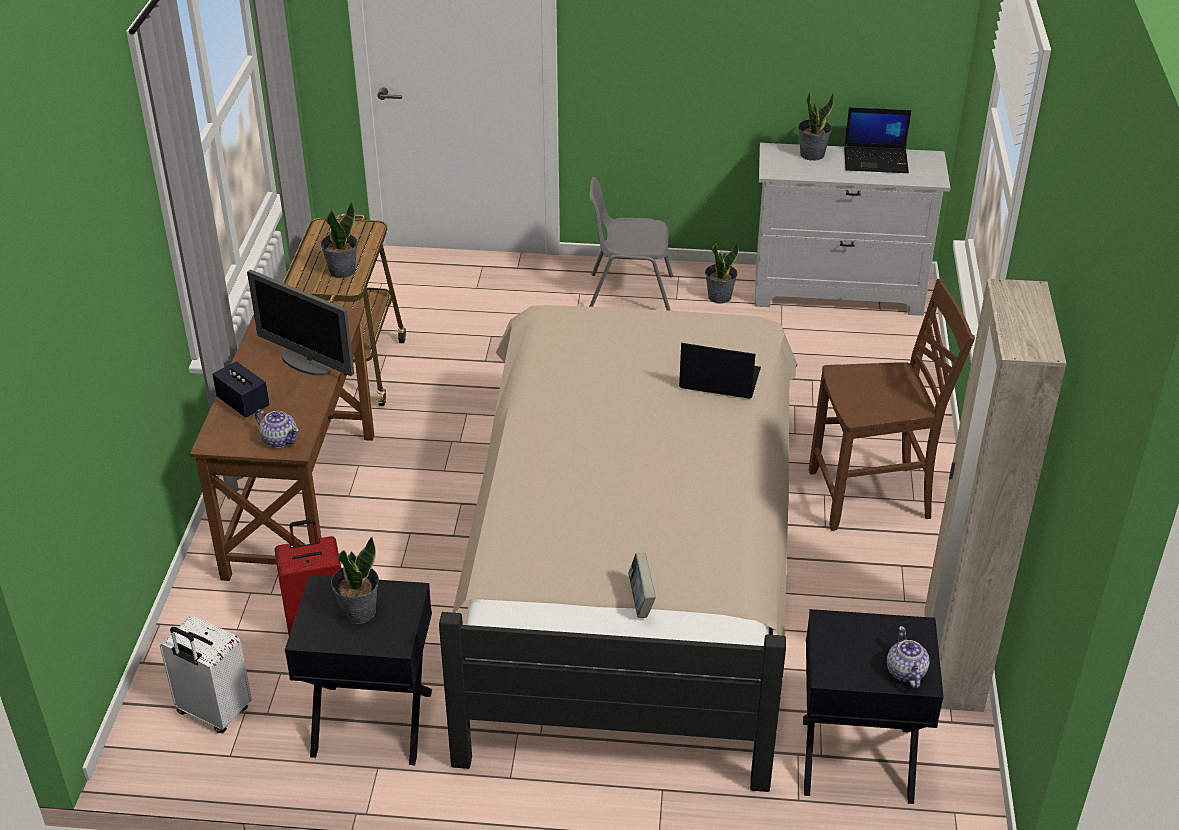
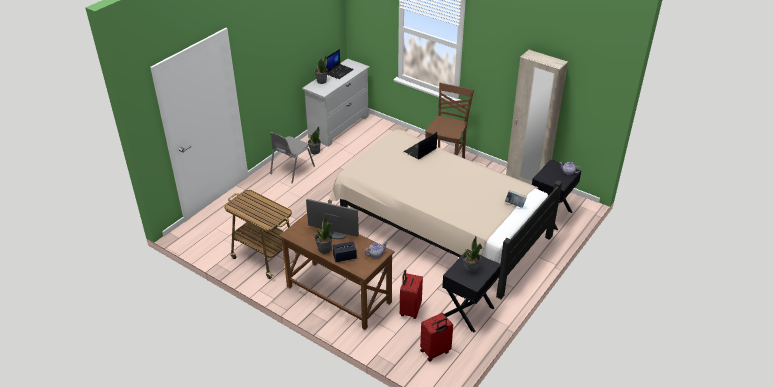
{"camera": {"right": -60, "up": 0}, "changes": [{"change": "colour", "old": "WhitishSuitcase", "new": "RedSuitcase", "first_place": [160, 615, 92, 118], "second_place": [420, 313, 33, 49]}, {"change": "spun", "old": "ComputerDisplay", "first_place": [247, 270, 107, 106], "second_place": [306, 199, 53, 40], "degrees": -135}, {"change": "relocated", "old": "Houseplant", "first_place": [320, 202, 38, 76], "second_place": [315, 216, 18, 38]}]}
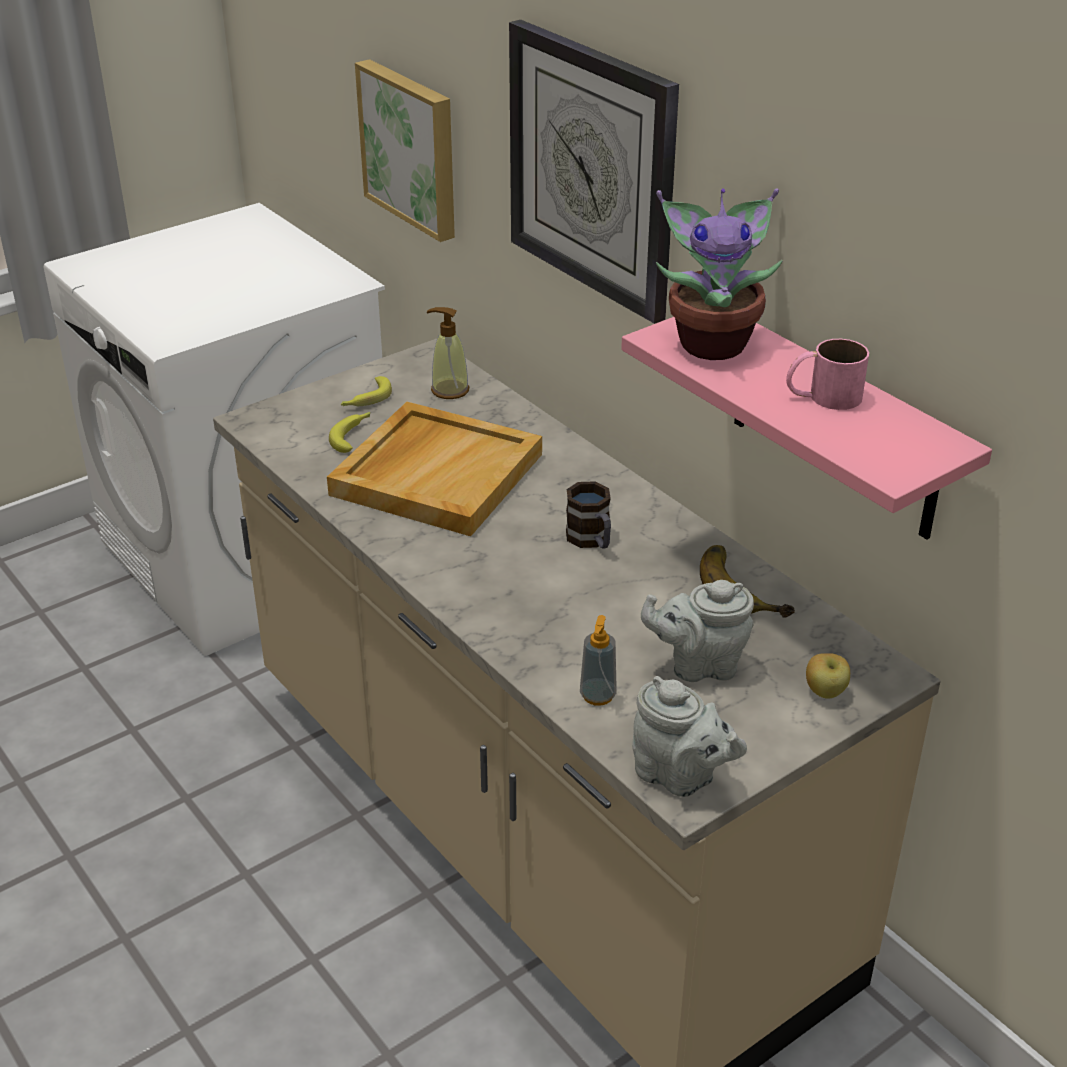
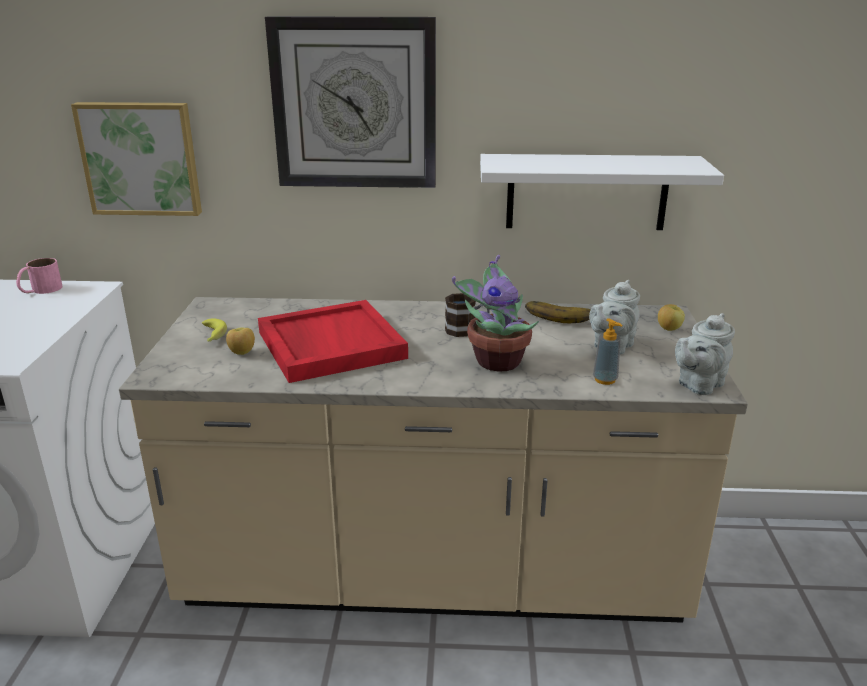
{"camera": {"right": -50, "up": -10}, "changes": [{"change": "colour", "old": "BeigeServingTray", "new": "RedServingTray", "first_place": [327, 402, 215, 134], "second_place": [258, 300, 150, 83]}, {"change": "exchanged", "old": "WholeBanana", "new": "AppleFruit", "first_place": [329, 412, 41, 41], "second_place": [226, 327, 29, 28]}, {"change": "missing", "old": "SoapBottle", "first_place": [427, 307, 42, 92]}, {"change": "colour", "old": "PinkBracketShelf", "new": "WhitishBracketShelf", "first_place": [621, 317, 371, 222], "second_place": [480, 154, 244, 76]}, {"change": "spun", "old": "GrayTeapot", "first_place": [632, 676, 115, 121], "second_place": [675, 313, 60, 82], "degrees": 150}, {"change": "relocated", "old": "Houseplant", "first_place": [656, 188, 127, 172], "second_place": [452, 255, 87, 117]}, {"change": "relocated", "old": "PinkMug", "first_place": [786, 339, 83, 71], "second_place": [16, 258, 47, 36]}]}
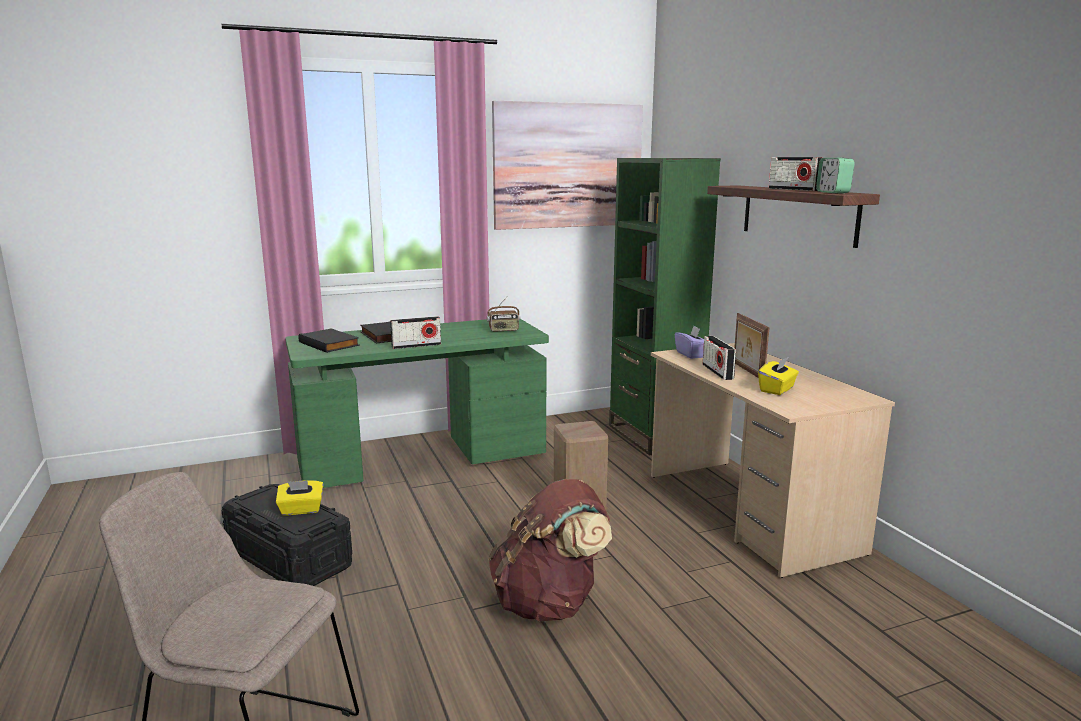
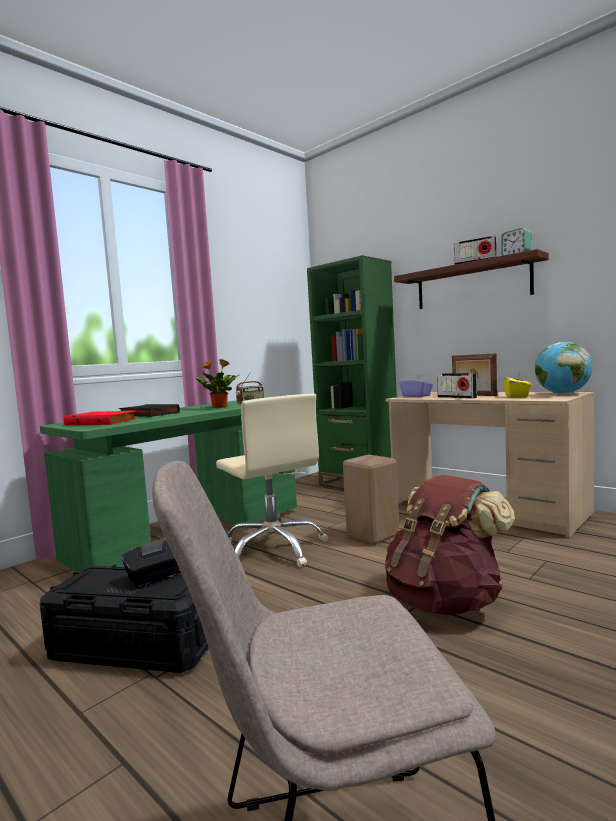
{"camera": {"right": -25, "up": -10}, "changes": [{"change": "colour", "old": "YellowColouredTissueBox", "new": "BlackishTissueBox", "first_place": [276, 480, 48, 36], "second_place": [122, 538, 57, 49]}, {"change": "colour", "old": "BlackishBook", "new": "RedBook", "first_place": [298, 328, 62, 25], "second_place": [64, 411, 73, 14]}, {"change": "missing", "old": "RadioSet", "first_place": [390, 316, 51, 33]}, {"change": "missing", "old": "WallPicture", "first_place": [492, 101, 151, 129]}, {"change": "appeared", "new": "Houseplant", "second_place": [195, 359, 44, 49]}, {"change": "appeared", "new": "BeigeComputerChair", "second_place": [216, 394, 112, 173]}, {"change": "appeared", "new": "WorldGlobe", "second_place": [535, 342, 58, 52]}]}
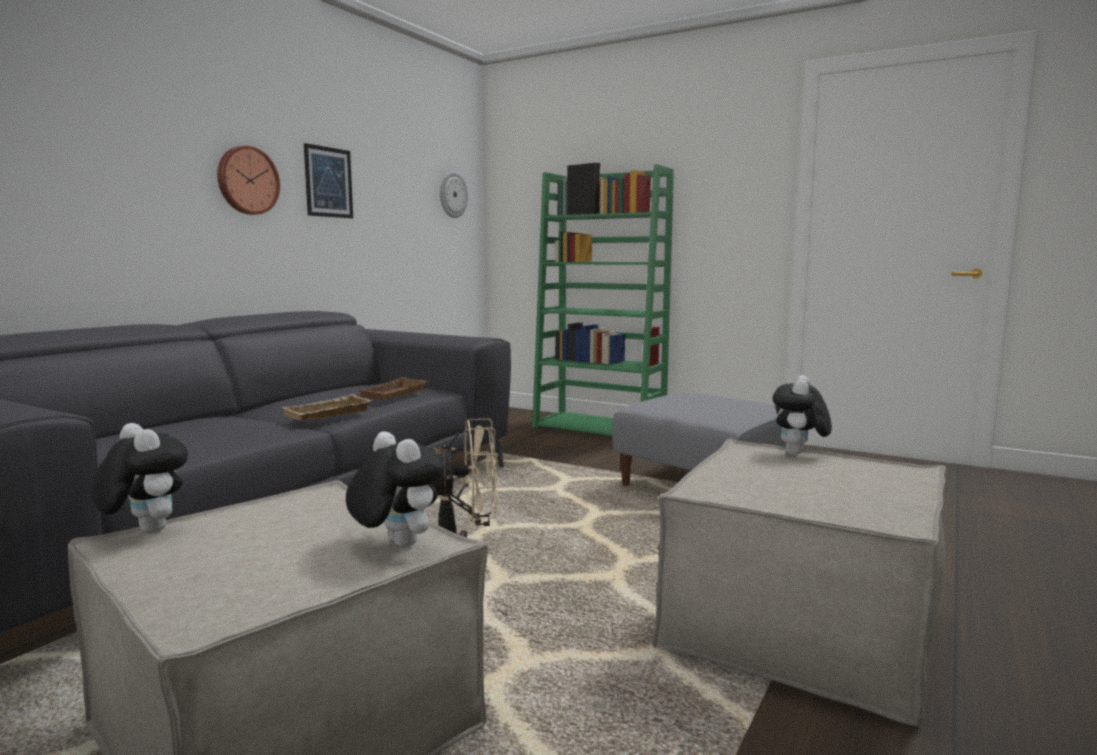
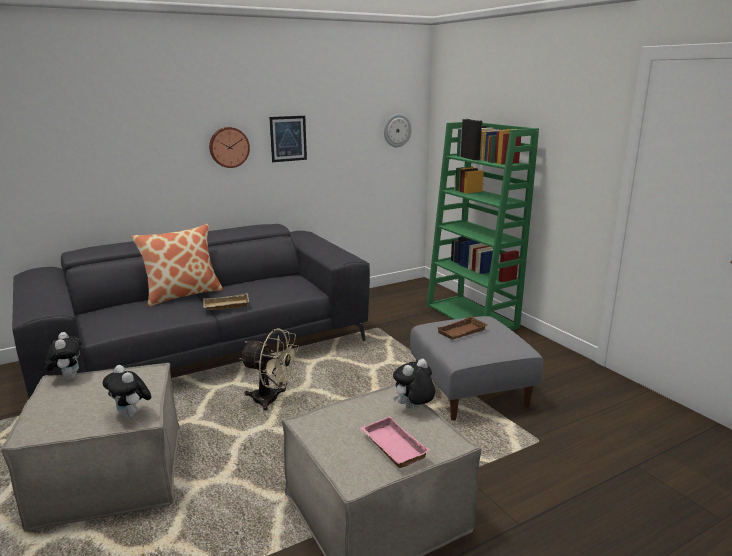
{"camera": {"right": 30, "up": 10}, "changes": [{"change": "spun", "old": "CuddlyToy", "first_place": [346, 431, 99, 117], "second_place": [103, 365, 48, 54], "degrees": 150}, {"change": "relocated", "old": "BrownServingTray", "first_place": [357, 377, 72, 23], "second_place": [436, 316, 52, 23]}, {"change": "appeared", "new": "Pillow", "second_place": [131, 224, 92, 83]}, {"change": "appeared", "new": "PinkServingTray", "second_place": [360, 416, 70, 52]}]}
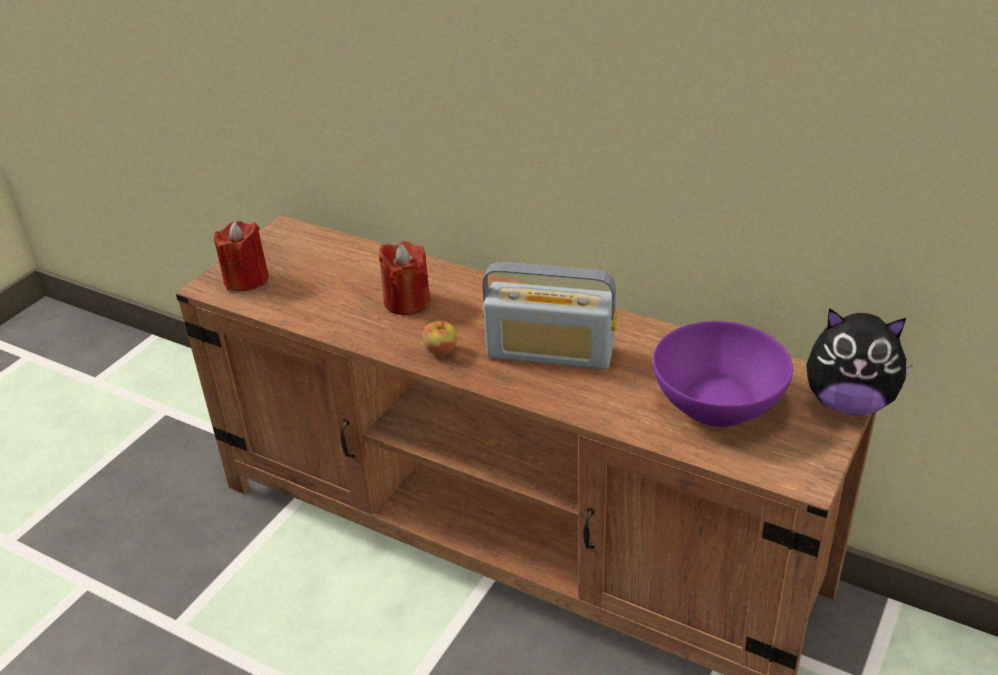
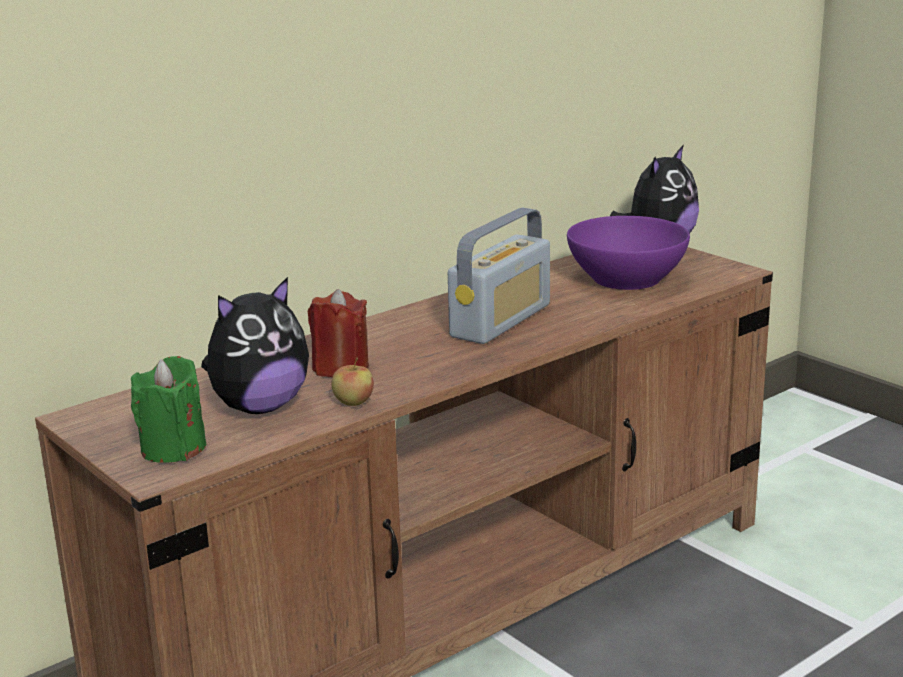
{"camera": {"right": -70, "up": -15}, "changes": [{"change": "colour", "old": "RedWaxLight", "new": "GreenWaxLight", "first_place": [214, 221, 55, 70], "second_place": [131, 356, 75, 107]}, {"change": "relocated", "old": "AppleFruit", "first_place": [423, 321, 34, 34], "second_place": [331, 357, 43, 49]}, {"change": "appeared", "new": "CuddlyToy", "second_place": [201, 277, 108, 137]}]}
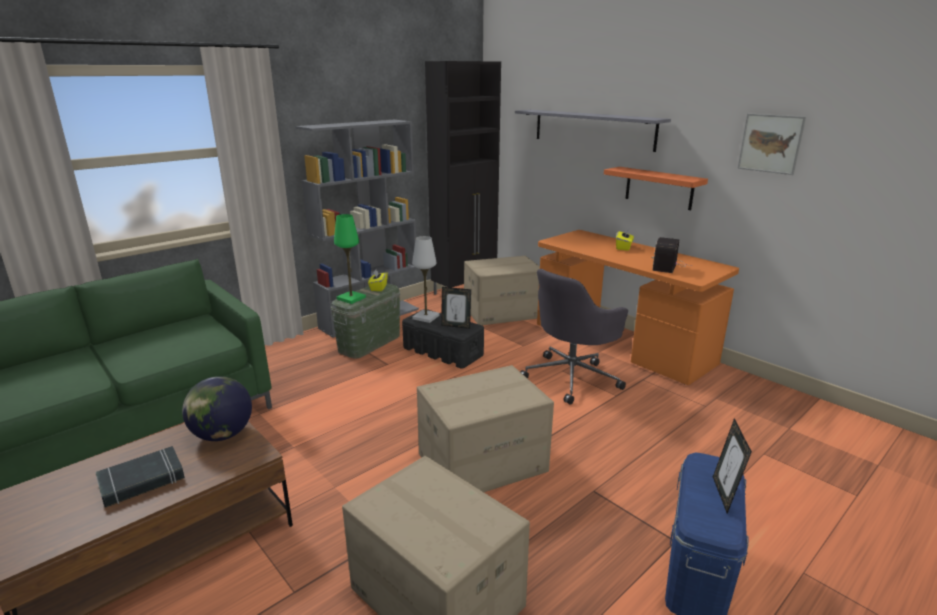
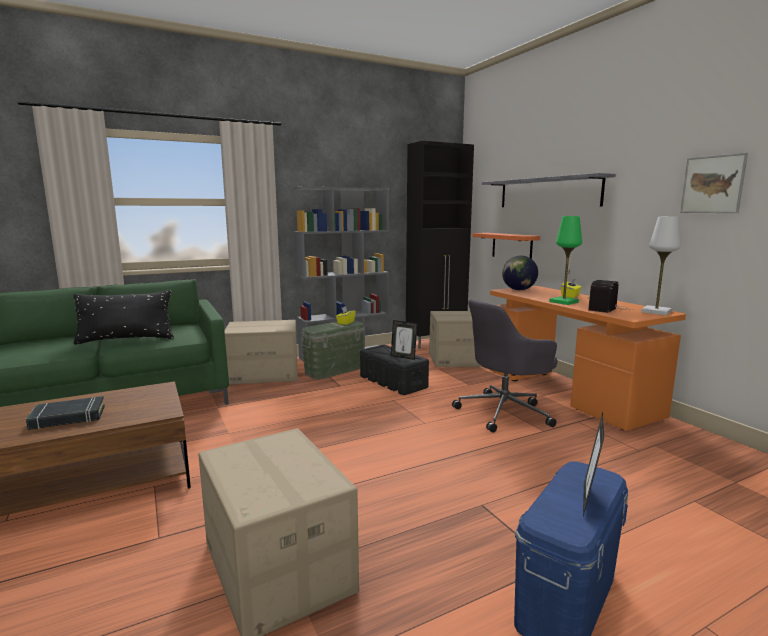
{"camera": {"right": 15, "up": -10}, "changes": [{"change": "relocated", "old": "WorldGlobe", "first_place": [182, 376, 70, 65], "second_place": [502, 255, 36, 35]}, {"change": "relocated", "old": "GreenTabletopLamp", "first_place": [334, 214, 32, 90], "second_place": [549, 216, 33, 89]}, {"change": "relocated", "old": "WhitishTabletopLamp", "first_place": [412, 236, 27, 87], "second_place": [641, 217, 40, 98]}, {"change": "relocated", "old": "CardboardBox", "first_place": [417, 365, 137, 127], "second_place": [224, 320, 73, 65]}, {"change": "relocated", "old": "OrangeyBracketShelf", "first_place": [604, 167, 104, 43], "second_place": [473, 233, 67, 26]}, {"change": "appeared", "new": "BlackishPillow", "second_place": [73, 290, 101, 55]}]}
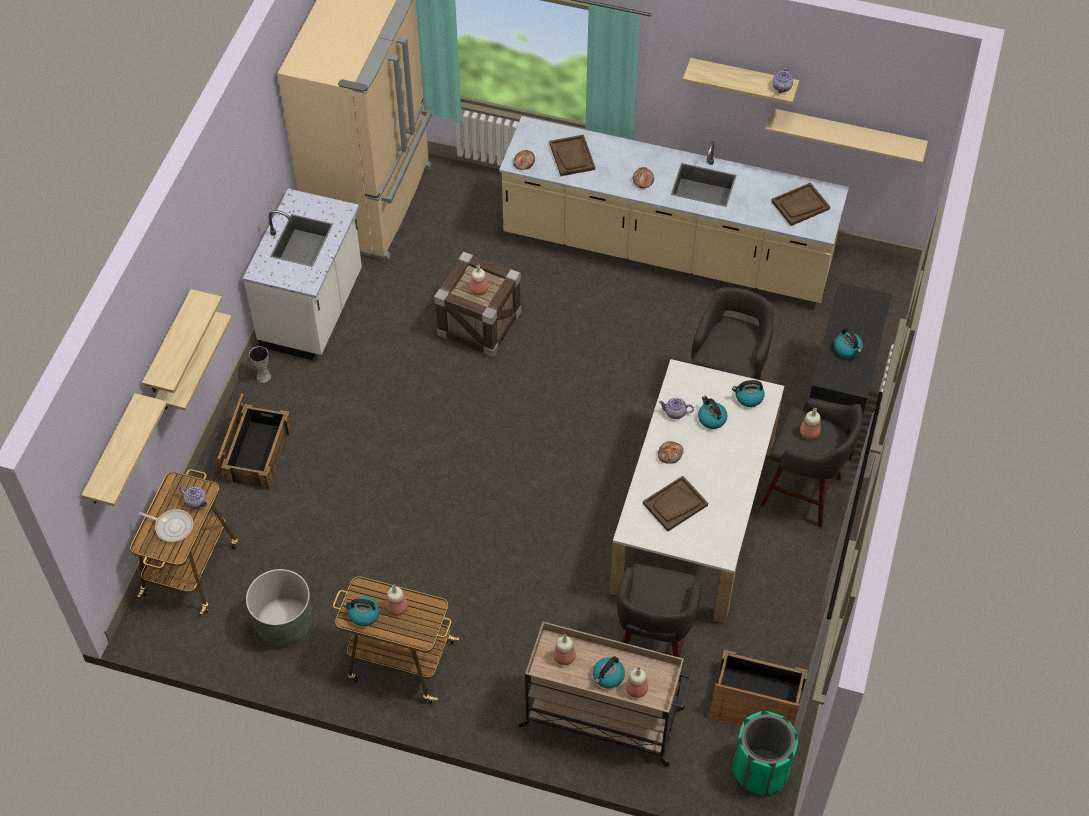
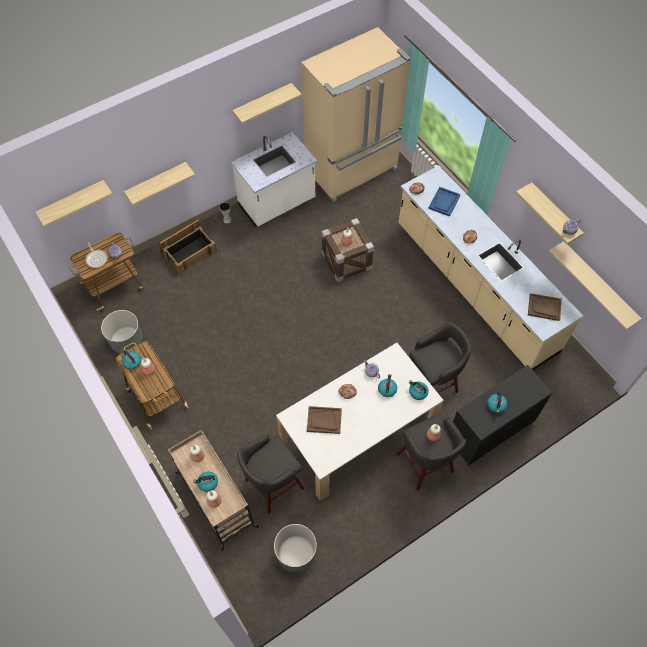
{"camera": {"right": 40, "up": 5}, "changes": [{"change": "relocated", "old": "BracketShelf", "first_place": [142, 289, 80, 104], "second_place": [232, 83, 70, 41]}, {"change": "colour", "old": "BrownServingTray", "new": "BlueServingTray", "first_place": [549, 135, 46, 41], "second_place": [428, 187, 32, 30]}, {"change": "exchanged", "old": "ShippingCrate", "new": "GrayPlantPot", "first_place": [708, 650, 100, 77], "second_place": [274, 524, 43, 49]}, {"change": "missing", "old": "GreenRubbishBin", "first_place": [732, 711, 66, 84]}]}
